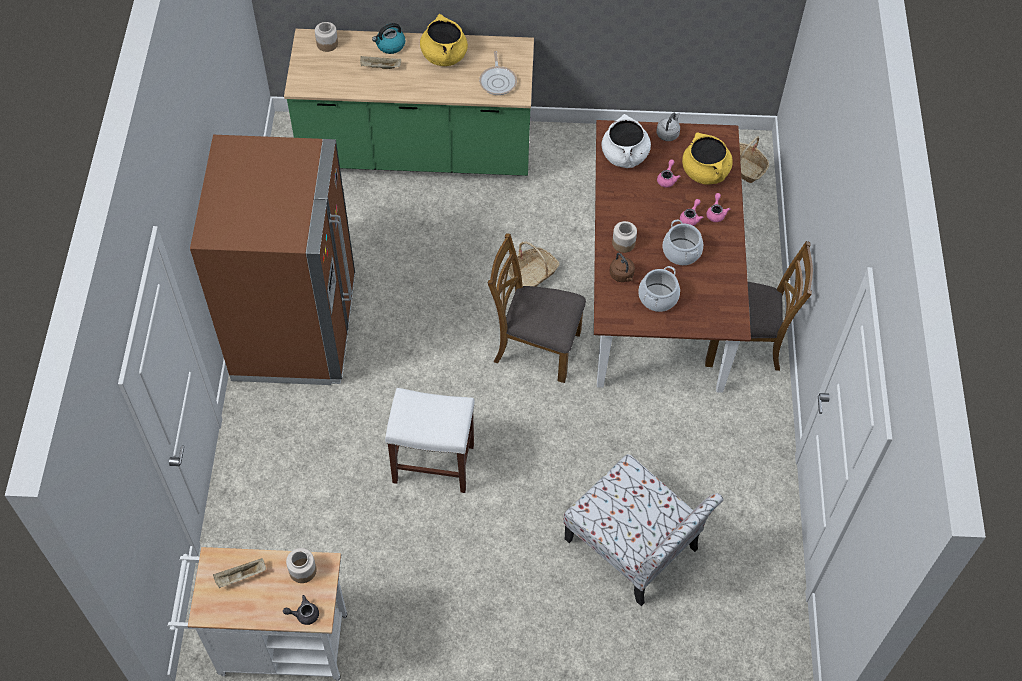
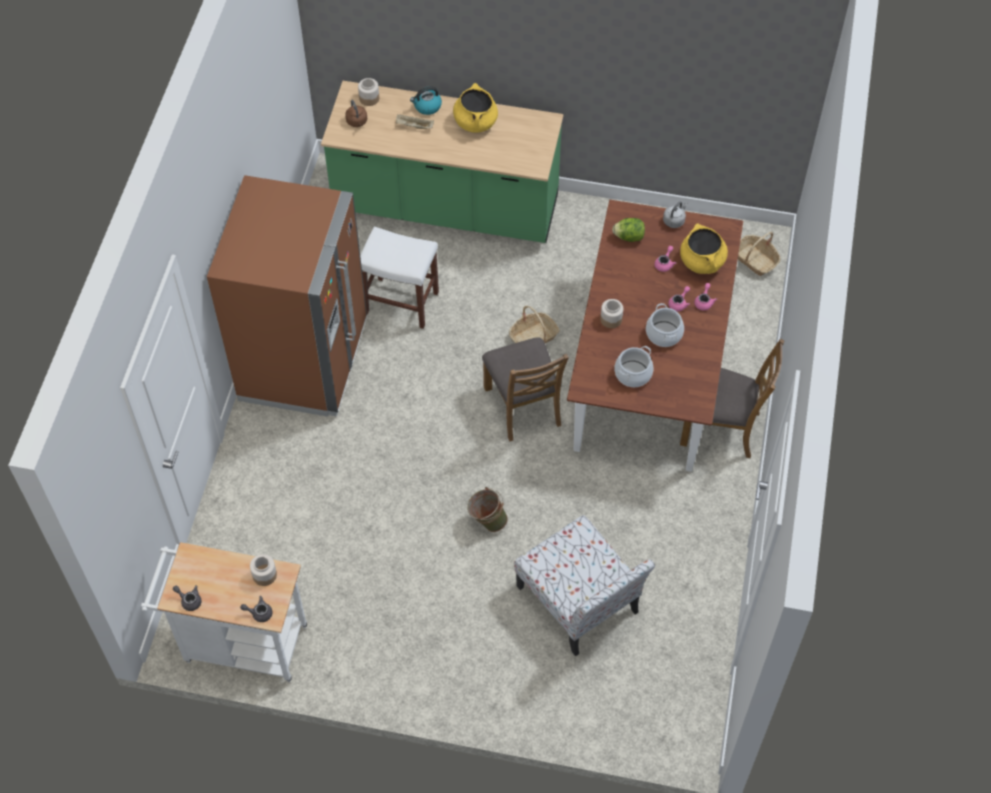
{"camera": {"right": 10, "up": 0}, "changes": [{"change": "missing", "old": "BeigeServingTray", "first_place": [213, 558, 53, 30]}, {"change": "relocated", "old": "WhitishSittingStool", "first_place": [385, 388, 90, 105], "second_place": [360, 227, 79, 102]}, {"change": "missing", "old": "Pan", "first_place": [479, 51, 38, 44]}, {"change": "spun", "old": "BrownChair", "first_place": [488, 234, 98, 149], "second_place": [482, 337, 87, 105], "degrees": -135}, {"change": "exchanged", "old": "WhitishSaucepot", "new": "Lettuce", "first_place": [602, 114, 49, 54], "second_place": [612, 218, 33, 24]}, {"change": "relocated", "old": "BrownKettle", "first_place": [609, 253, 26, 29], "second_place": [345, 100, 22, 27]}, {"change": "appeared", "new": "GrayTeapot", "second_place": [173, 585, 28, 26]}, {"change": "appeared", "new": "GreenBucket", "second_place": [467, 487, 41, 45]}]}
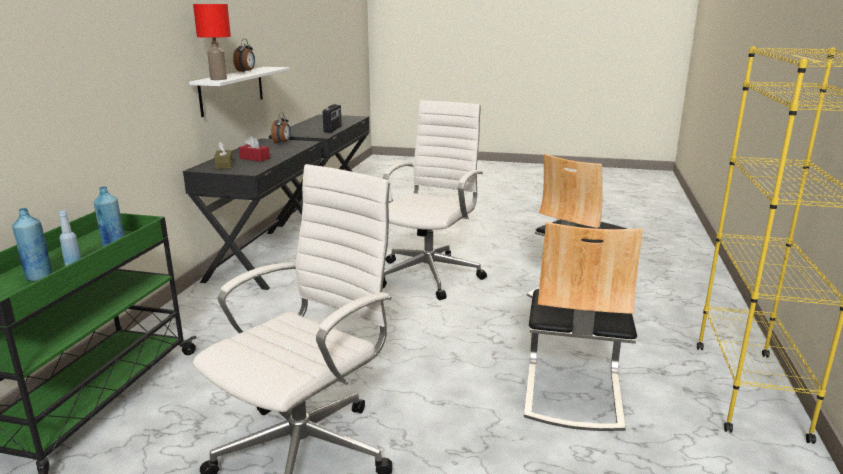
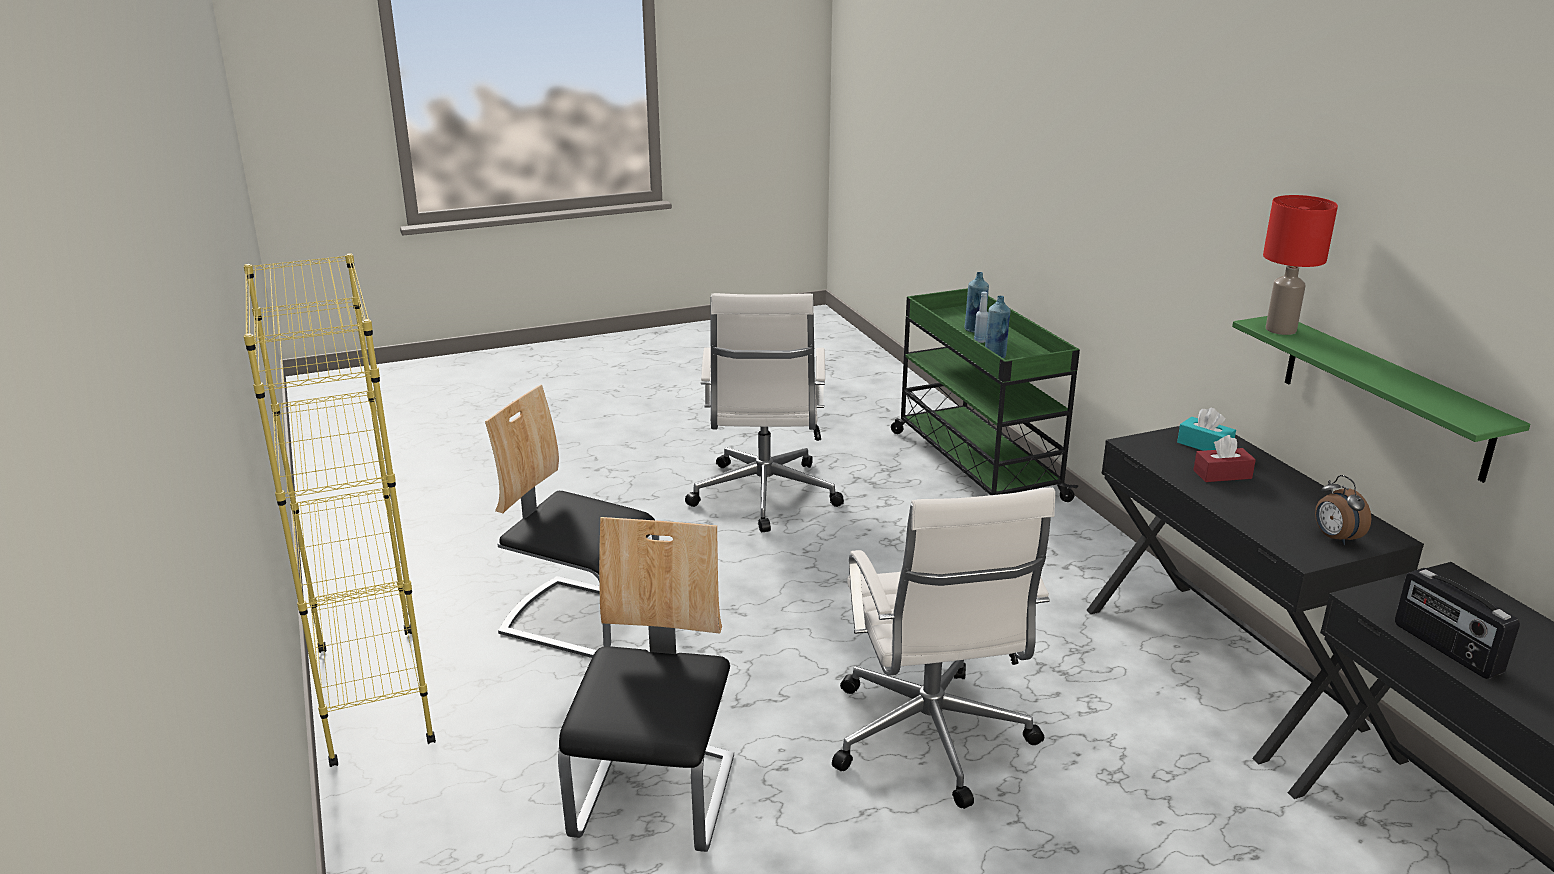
{"camera": {"right": 145, "up": 5}, "changes": [{"change": "colour", "old": "WhitishBracketShelf", "new": "GreenBracketShelf", "first_place": [189, 67, 101, 50], "second_place": [1232, 316, 298, 167]}, {"change": "colour", "old": "BrownTissueBox", "new": "BlueGreenTissueBox", "first_place": [214, 142, 19, 27], "second_place": [1177, 408, 59, 43]}, {"change": "missing", "old": "BedsideClock", "first_place": [233, 39, 22, 33]}, {"change": "spun", "old": "Chair", "first_place": [524, 222, 119, 209], "second_place": [485, 385, 174, 273], "degrees": -45}]}
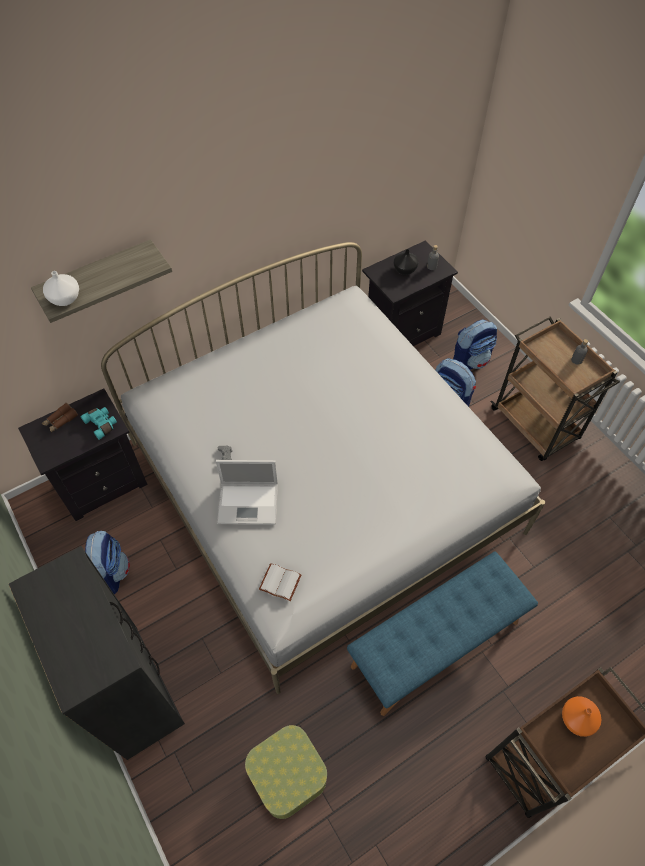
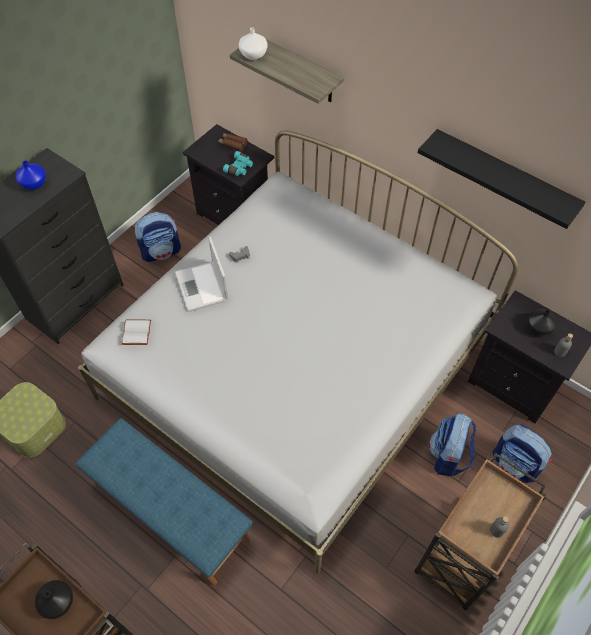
{"camera": {"right": 70, "up": 0}, "changes": [{"change": "colour", "old": "OrangeyFlowerVase", "new": "BlackishFlowerVase", "first_place": [562, 696, 39, 41], "second_place": [35, 580, 38, 39]}, {"change": "appeared", "new": "BlueFlowerVase", "second_place": [16, 161, 30, 29]}, {"change": "appeared", "new": "BlackishBracketShelf", "second_place": [418, 129, 167, 100]}]}
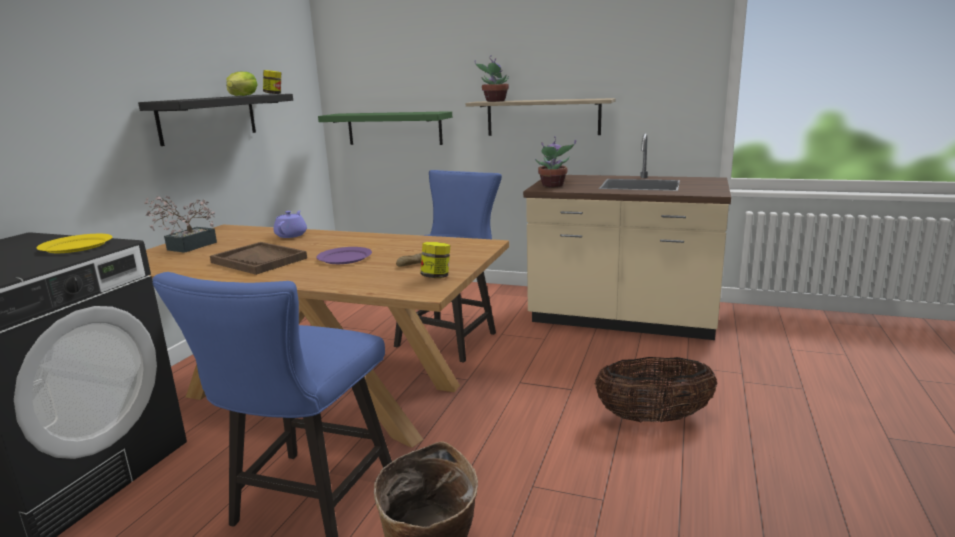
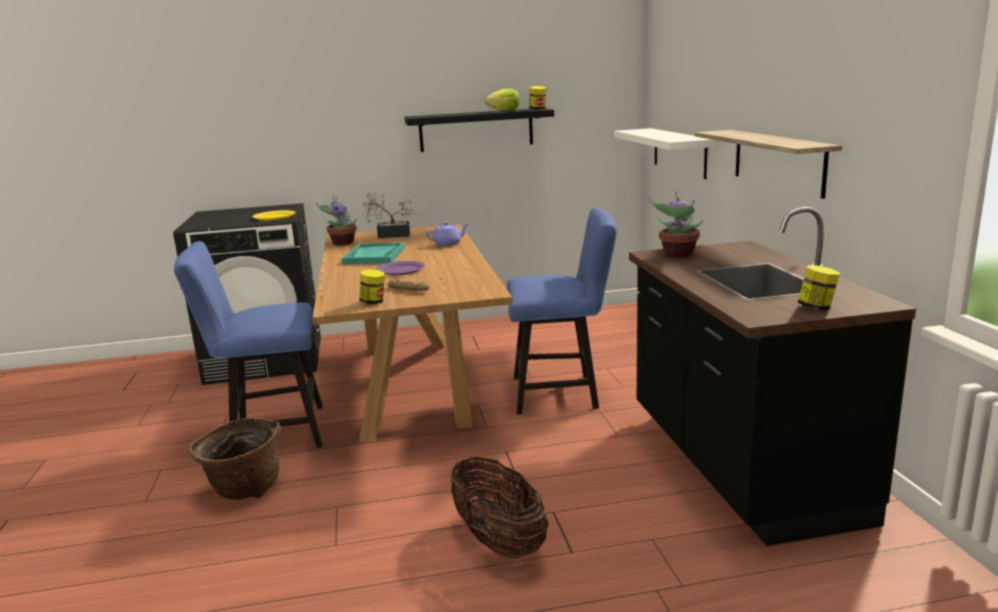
{"camera": {"right": 60, "up": 0}, "changes": [{"change": "colour", "old": "BrownServingTray", "new": "BlueGreenServingTray", "first_place": [210, 242, 97, 33], "second_place": [342, 243, 63, 21]}, {"change": "colour", "old": "GreenBracketShelf", "new": "WhitishBracketShelf", "first_place": [318, 111, 134, 34], "second_place": [614, 128, 101, 51]}, {"change": "relocated", "old": "Houseplant", "first_place": [474, 55, 35, 47], "second_place": [316, 196, 41, 49]}, {"change": "colour", "old": "BeigeCounter", "new": "BlackishCounter", "first_place": [523, 133, 208, 207], "second_place": [629, 207, 287, 339]}, {"change": "appeared", "new": "Jar", "second_place": [797, 265, 43, 45]}]}
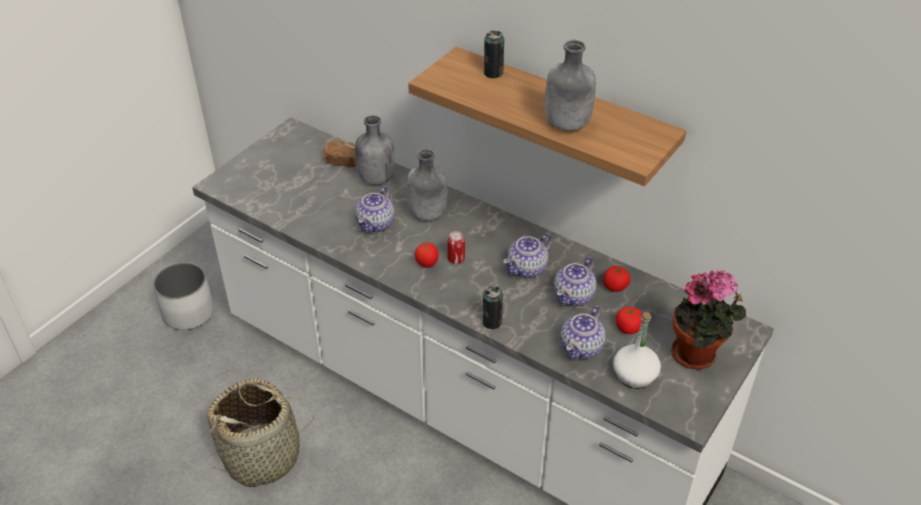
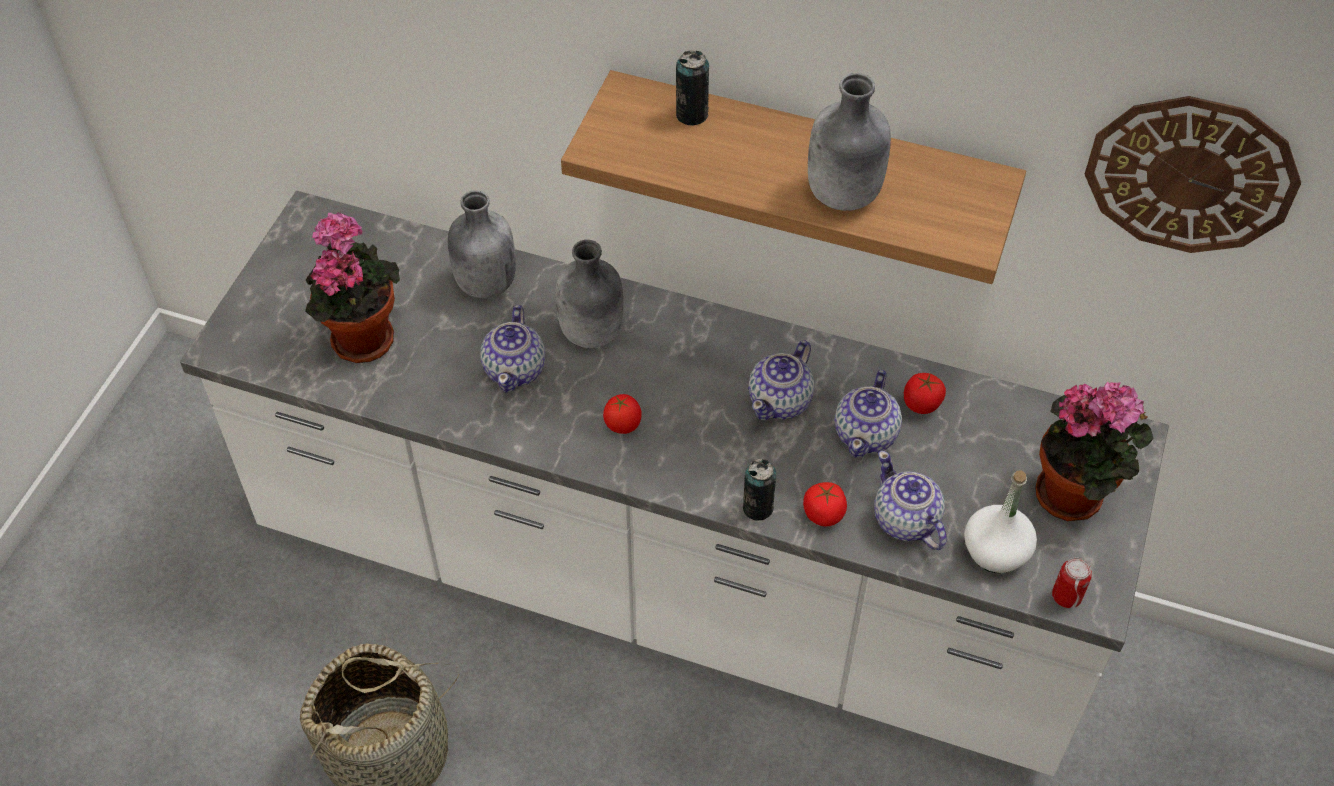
{"camera": {"right": -15, "up": 10}, "changes": [{"change": "missing", "old": "WhitishPlantPot", "first_place": [153, 263, 61, 67]}, {"change": "missing", "old": "BakedBread", "first_place": [324, 140, 32, 27]}, {"change": "relocated", "old": "Can", "first_place": [447, 231, 18, 33], "second_place": [1052, 557, 40, 51]}, {"change": "spun", "old": "Teapot", "first_place": [561, 305, 44, 55], "second_place": [874, 451, 73, 99], "degrees": 135}, {"change": "relocated", "old": "FreshTomato", "first_place": [616, 307, 26, 27], "second_place": [803, 482, 44, 44]}, {"change": "appeared", "new": "Houseplant", "second_place": [305, 212, 95, 151]}, {"change": "appeared", "new": "ClockOnTheWall", "second_place": [1085, 96, 216, 157]}]}
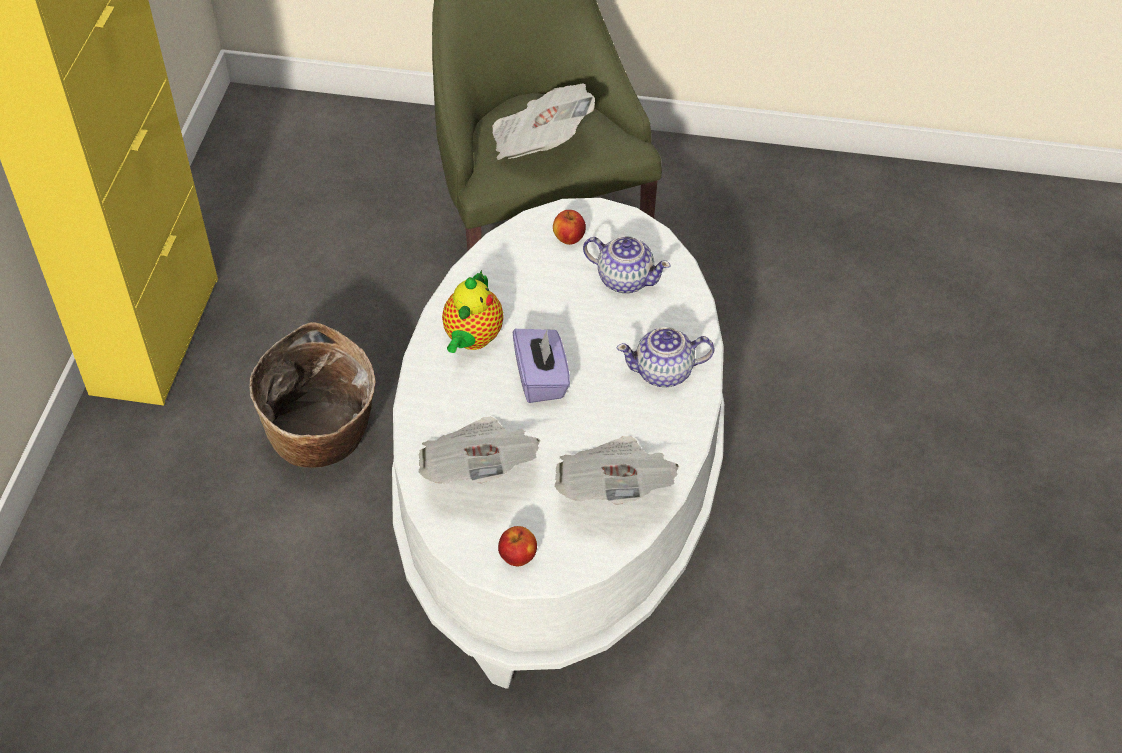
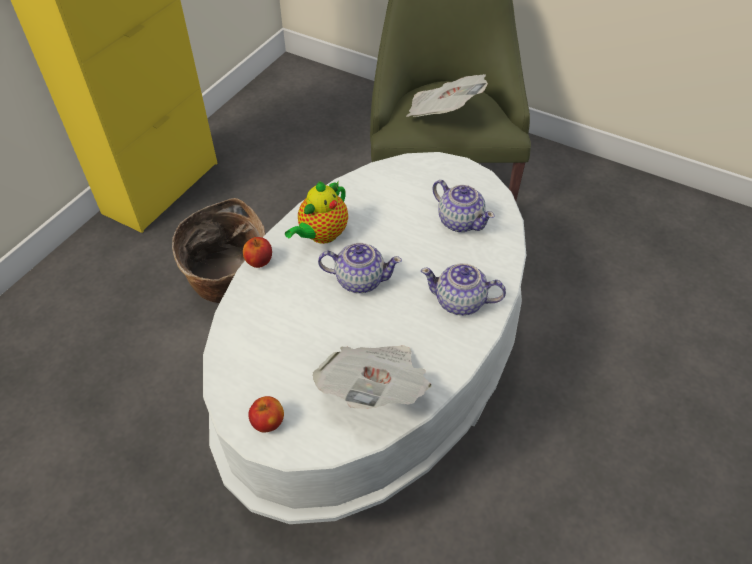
{"camera": {"right": 20, "up": 0}, "changes": [{"change": "missing", "old": "DailyPaper", "first_place": [418, 417, 122, 67]}, {"change": "exchanged", "old": "PurplishTissueBox", "new": "Teapot", "first_place": [513, 328, 57, 75], "second_place": [318, 243, 84, 50]}, {"change": "relocated", "old": "AppleFruit", "first_place": [553, 210, 33, 35], "second_place": [243, 237, 29, 31]}]}
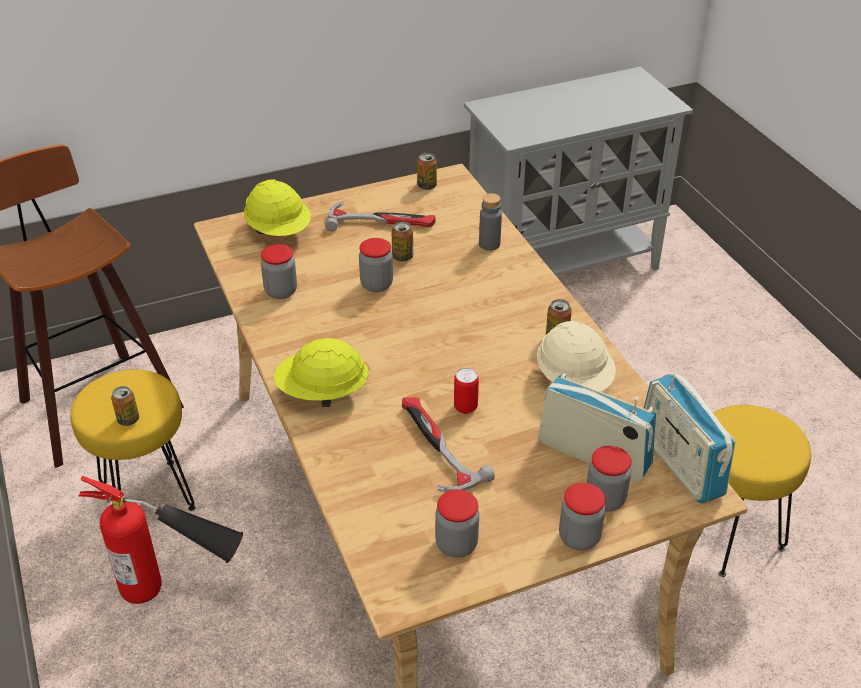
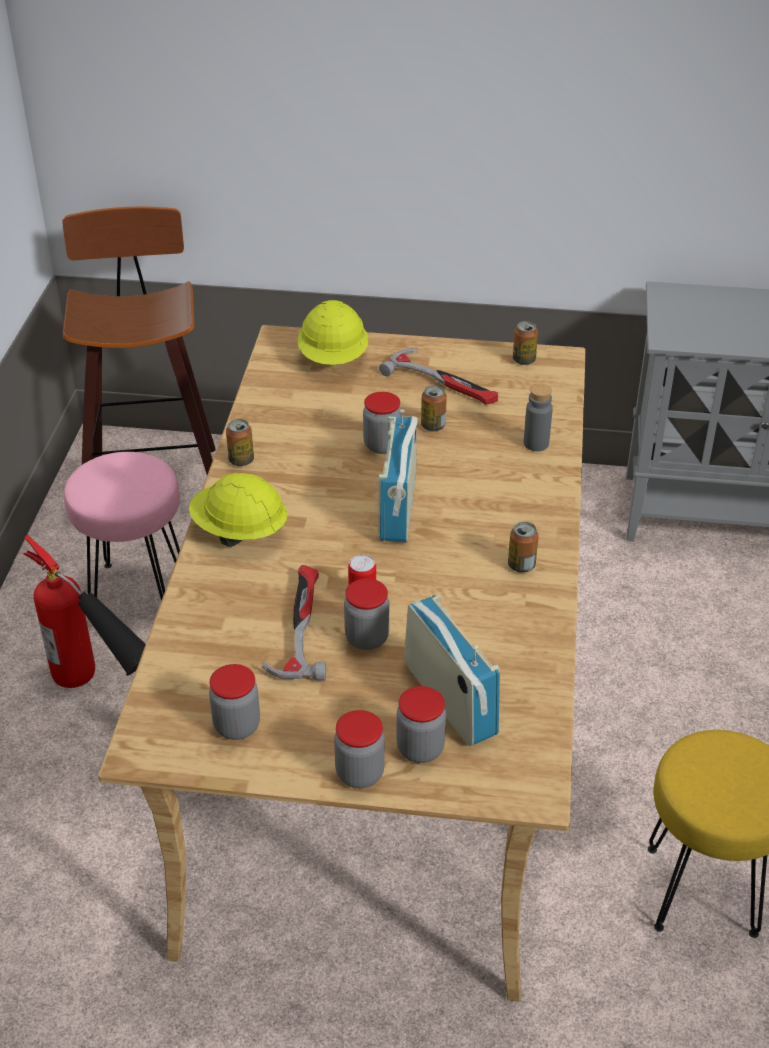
{"camera": {"right": 30, "up": 0}, "changes": [{"change": "colour", "old": "YellowColouredSittingStool", "new": "PinkSittingStool", "first_place": [70, 369, 126, 142], "second_place": [64, 452, 116, 149]}, {"change": "relocated", "old": "Can", "first_place": [111, 386, 28, 40], "second_place": [226, 419, 28, 47]}, {"change": "relocated", "old": "Jar", "first_place": [261, 244, 36, 55], "second_place": [344, 578, 45, 72]}, {"change": "missing", "old": "BeigeWorkHelmet", "first_place": [537, 321, 79, 70]}, {"change": "relocated", "old": "RadioSet", "first_place": [644, 371, 91, 133], "second_place": [379, 409, 39, 134]}]}
